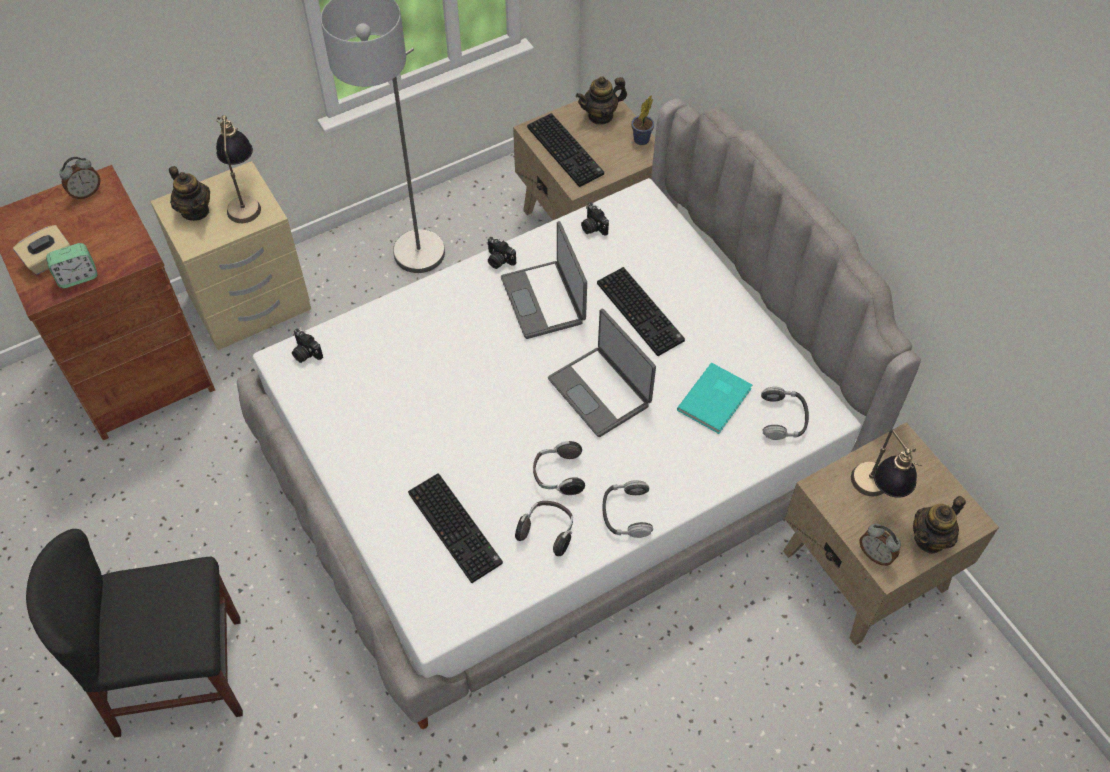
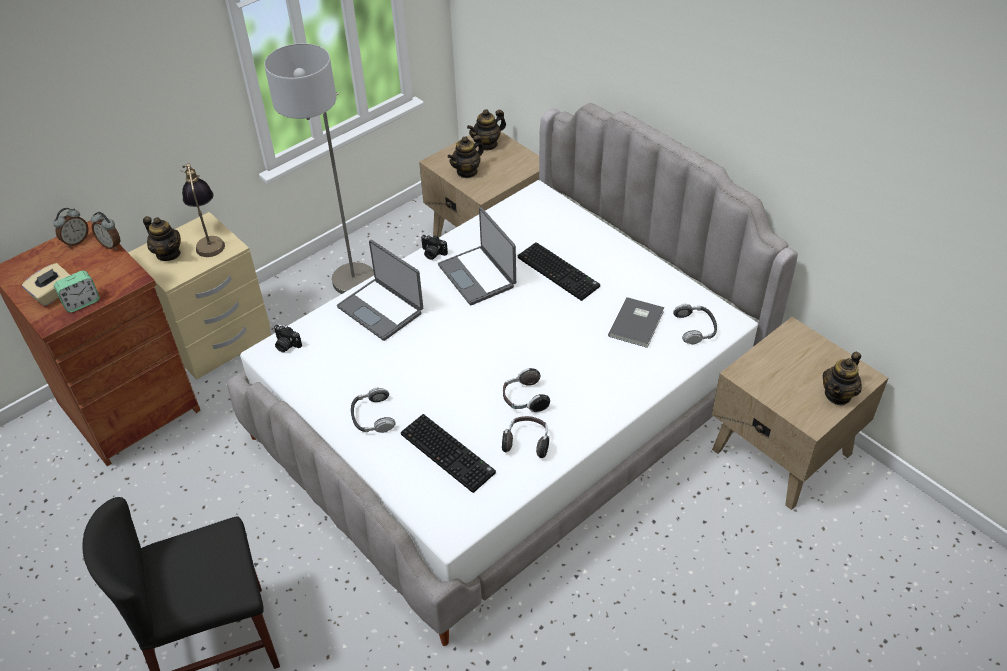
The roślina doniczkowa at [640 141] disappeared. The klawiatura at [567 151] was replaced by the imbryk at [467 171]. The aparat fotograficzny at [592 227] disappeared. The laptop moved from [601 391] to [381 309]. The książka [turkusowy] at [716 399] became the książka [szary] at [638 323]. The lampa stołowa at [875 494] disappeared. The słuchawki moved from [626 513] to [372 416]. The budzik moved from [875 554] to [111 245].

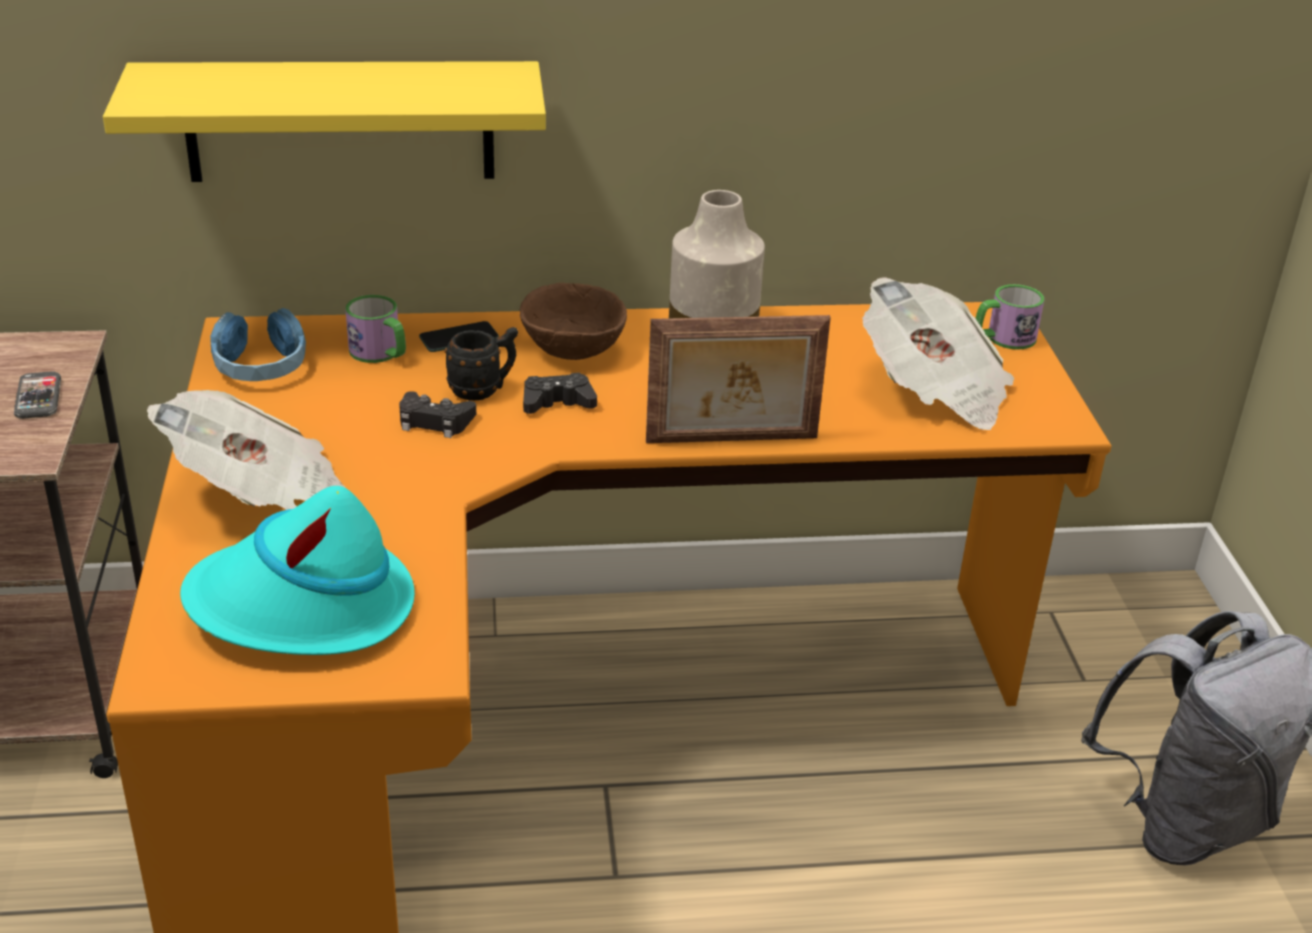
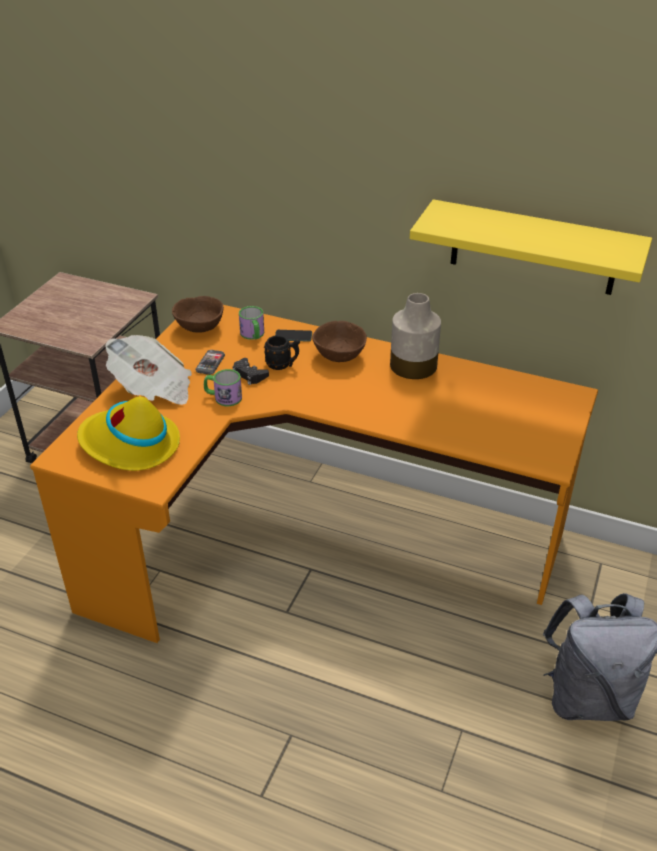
The półka [żółty] moved from [340 121] to [533 248]. The gazeta at [934 390] disappeared. The kubek moved from [1003 338] to [223 397]. The słuchawki [niebieski] at [260 366] was replaced by the miska [brązowy] at [199 328]. The ramka na zdjęcie at [732 441] disappeared. The telefon moved from [38 398] to [210 363]. The pad do gier [czarny] at [557 402] disappeared. The kapelusz [turkusowy] at [303 608] became the kapelusz [żółty] at [130 445].

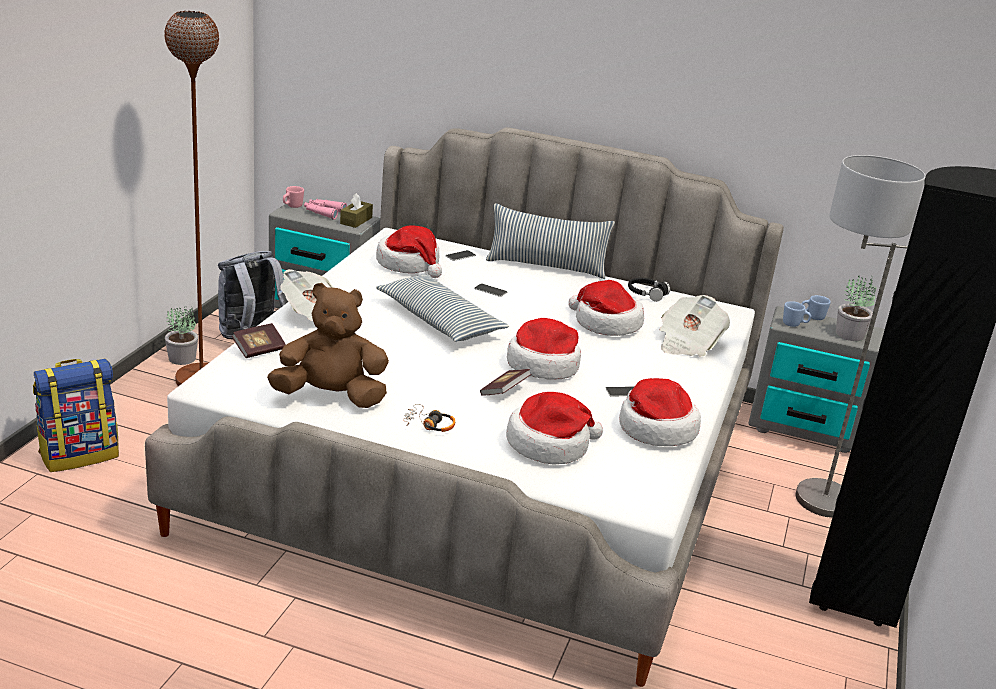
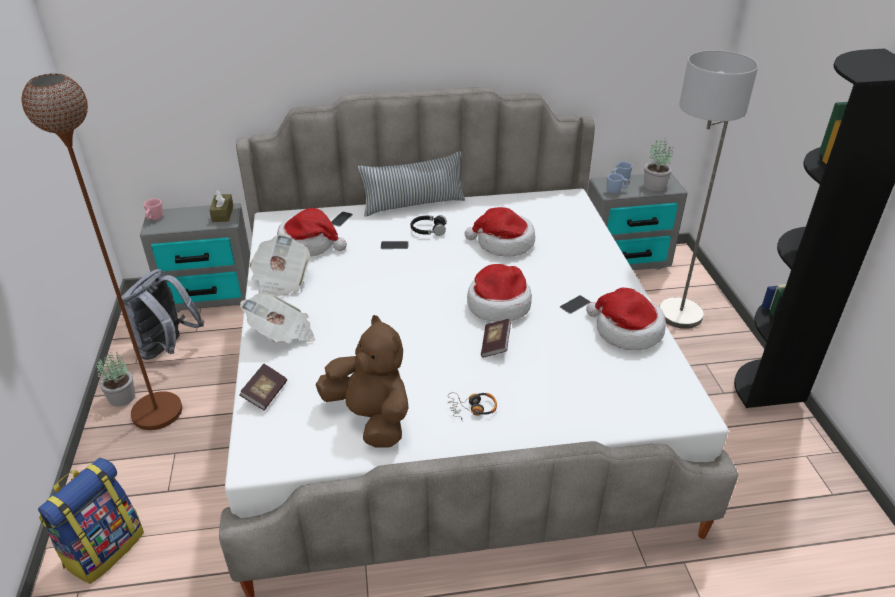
The lornetka [różowy] at [323 212] disappeared. The poduszka at [439 321] disappeared. The słuchawki [czarny] moved from [646 294] to [428 230]. The pluszak [brązowy] at [331 397] turned 75 degrees clockwise. The gazeta moved from [688 343] to [280 281]. The kapelusz at [549 444] disappeared.

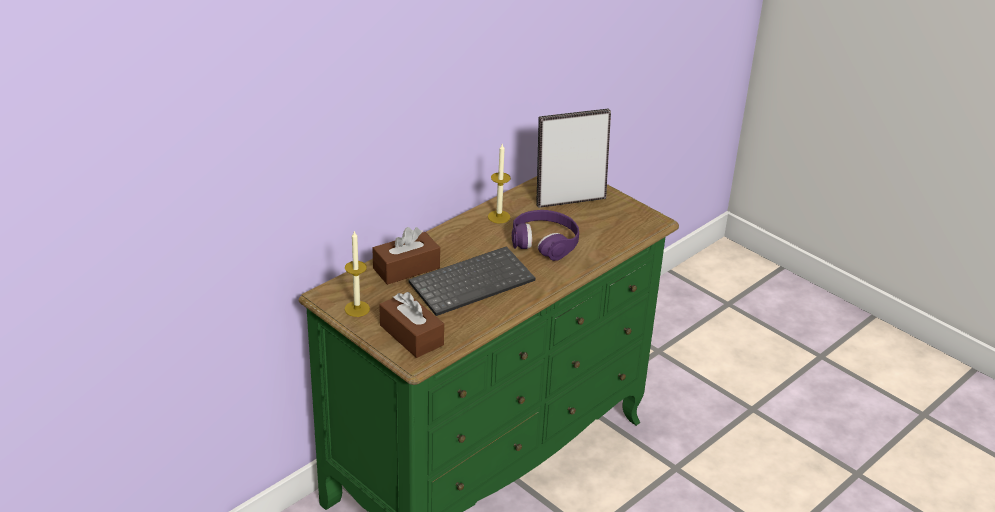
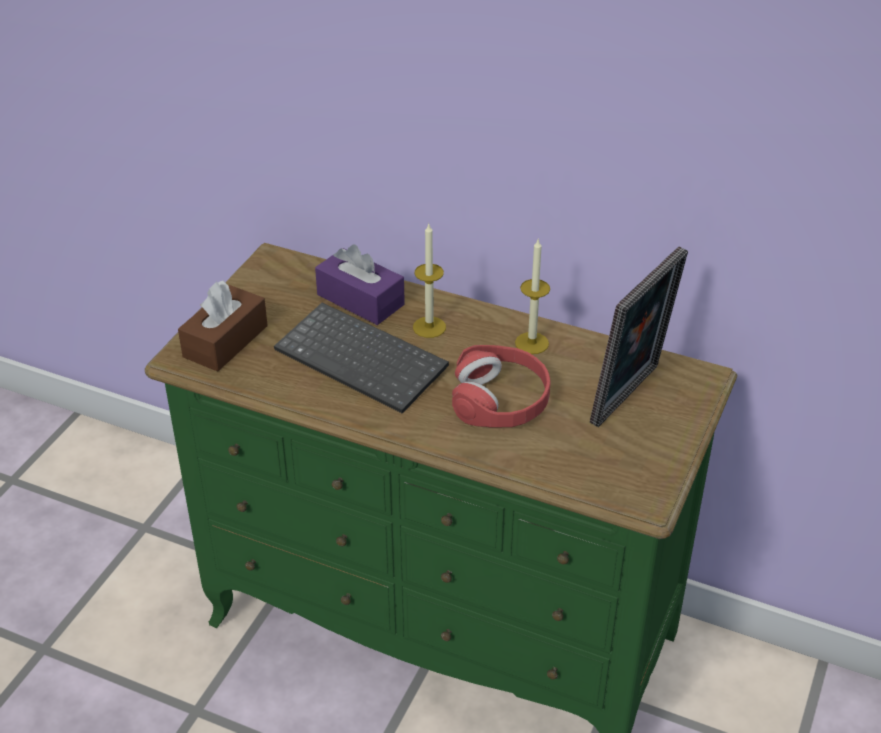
The ramka na zdjęcie at [569 199] turned 75 degrees clockwise. The słuchawki [fioletowy] at [544 242] became the słuchawki [czerwony] at [501 399]. The pudełko chusteczek [brązowy] at [406 268] became the pudełko chusteczek [fioletowy] at [360 300]. The świeca moved from [357 309] to [429 327].

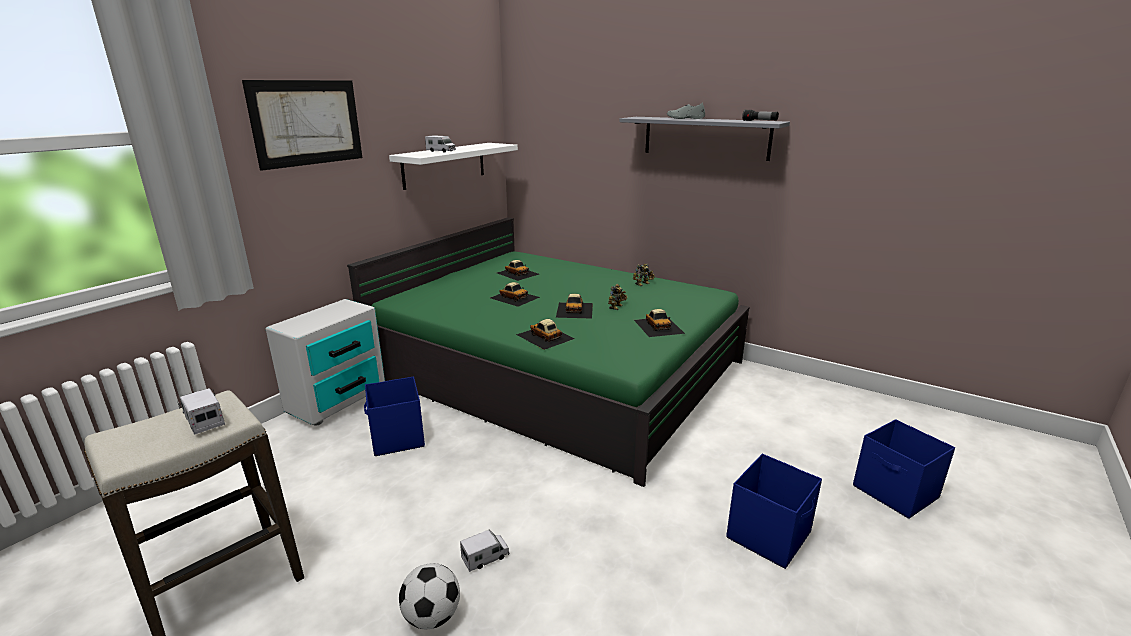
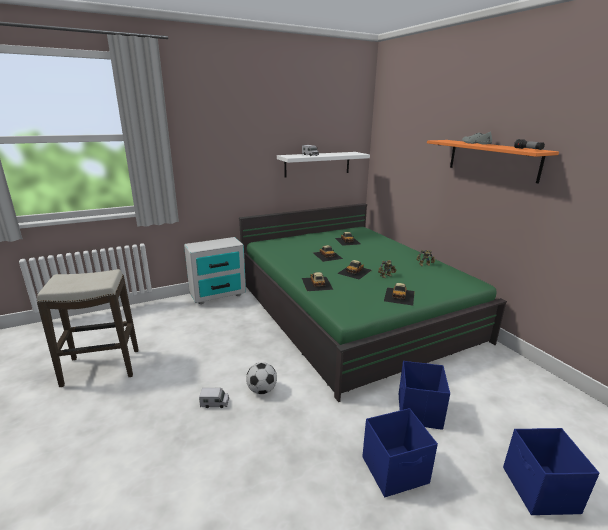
The obraz at [307 123] disappeared. The półka [szary] at [705 137] became the półka [pomarańczowy] at [492 159]. The pojemnik do przechowywania [niebieski] moved from [397 438] to [419 412]. The ciężarówka zabawkowa at [204 420] disappeared. The piłka futbolowa moved from [432 617] to [262 390].

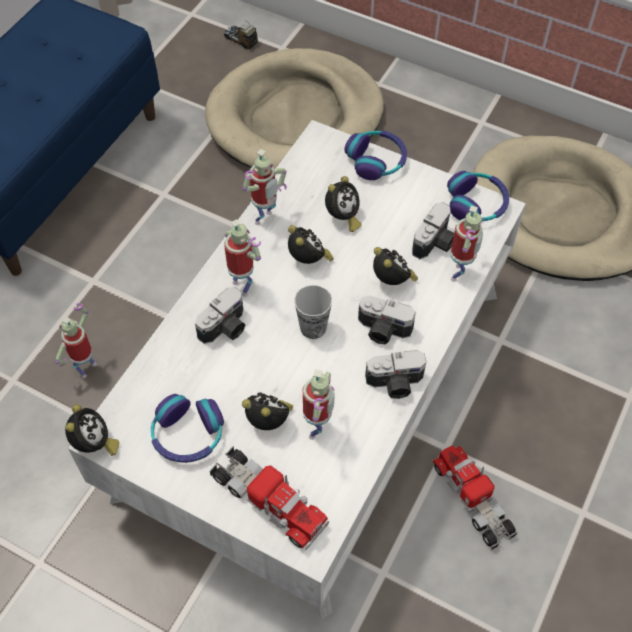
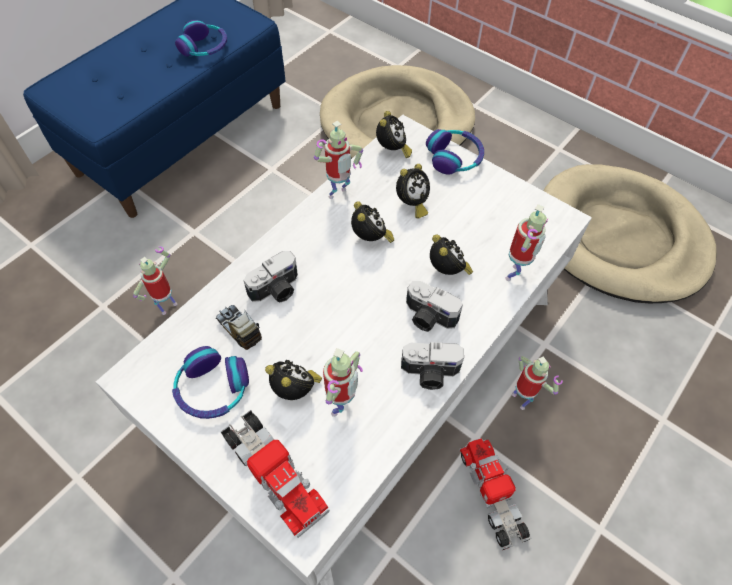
The ciężarówka zabawkowa moved from [241 40] to [239 330]. The słuchawki moved from [476 203] to [204 47]. The aparat fotograficzny at [435 243] disappeared. The robot zabawkowy moved from [243 287] to [521 400]. The filiżanka at [313 327] disappeared. The budzik moved from [94 444] to [392 150].

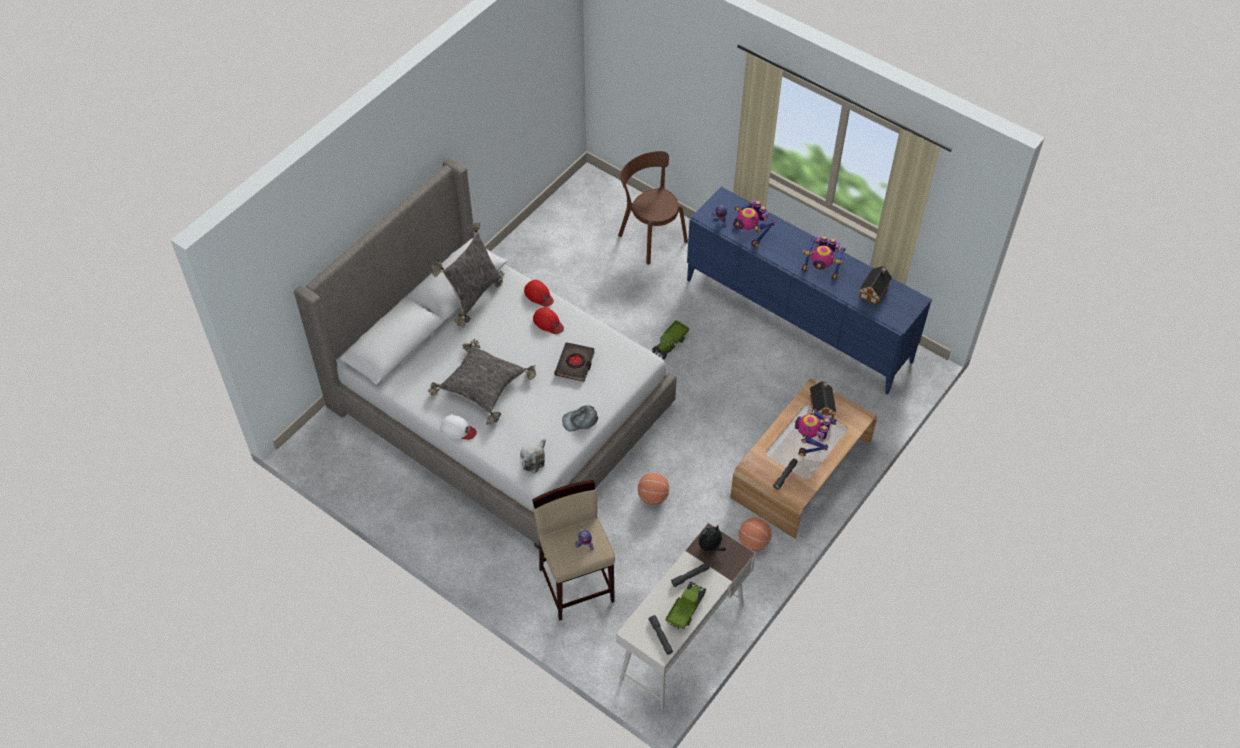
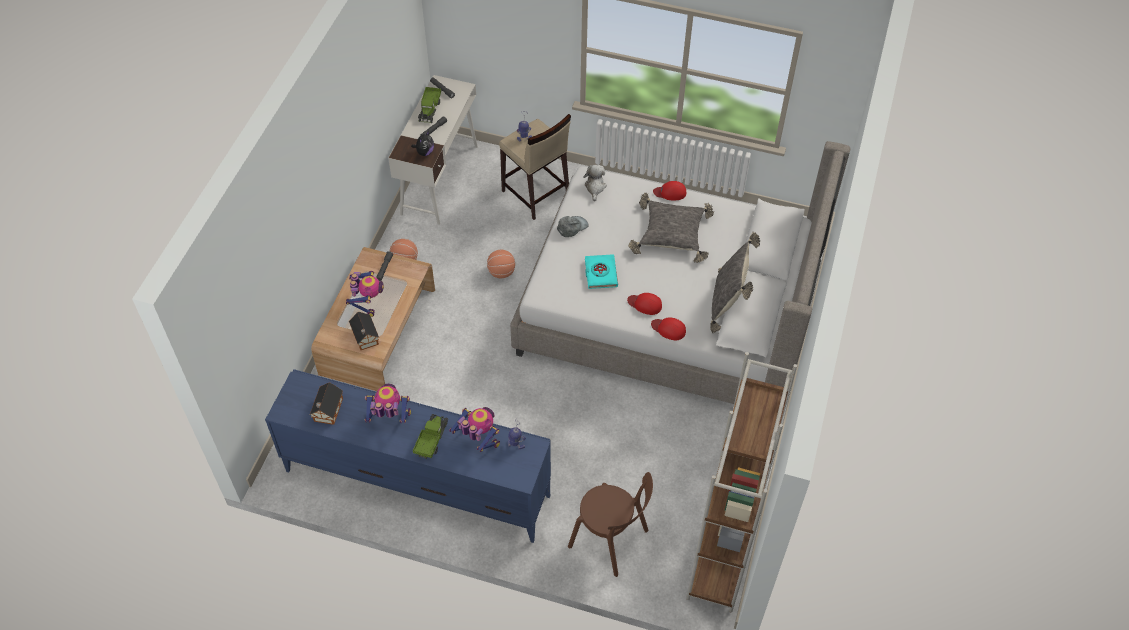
The ciężarówka zabawkowa moved from [670 344] to [431 440]. The książka [czarny] at [575 364] became the książka [turkusowy] at [600 273]. The czapka z daszkiem [biały] at [458 429] became the czapka z daszkiem [czerwony] at [670 192]. The regał [brązowy] at [723 547] appeared.

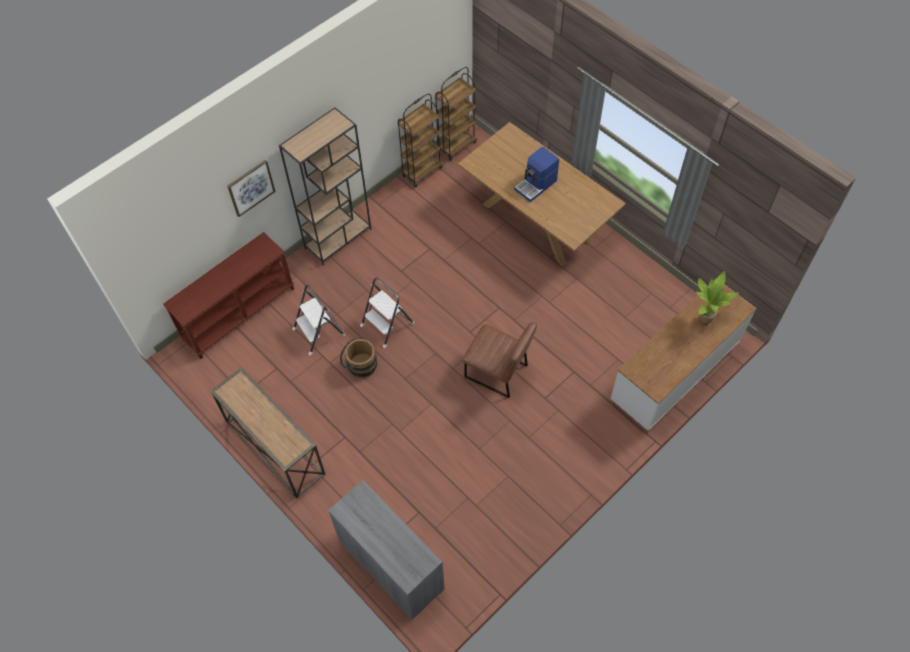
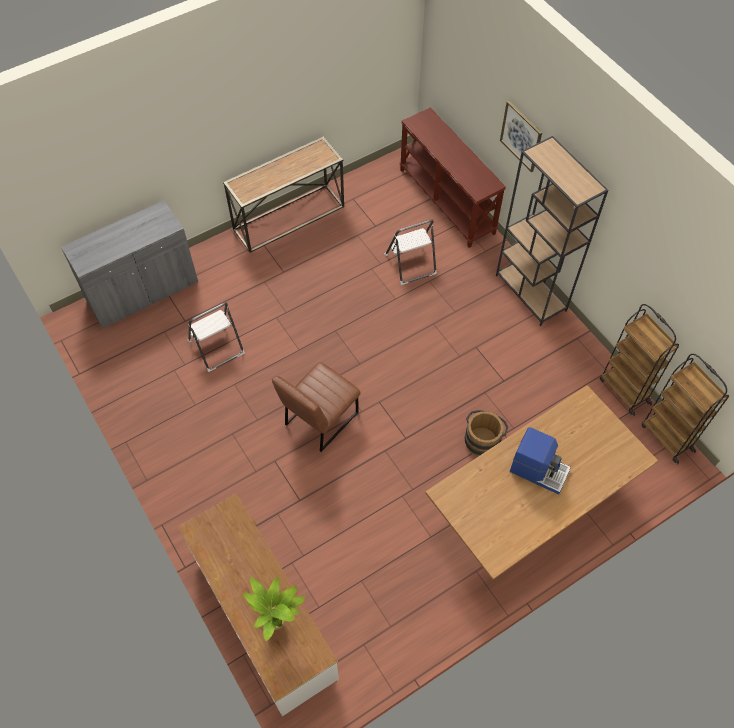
The ekspres do kawy at [536 185] turned 150 degrees clockwise. The drabinka [biały] moved from [389 323] to [217 348]. The wiadro [brązowy] moved from [359 365] to [482 439].

